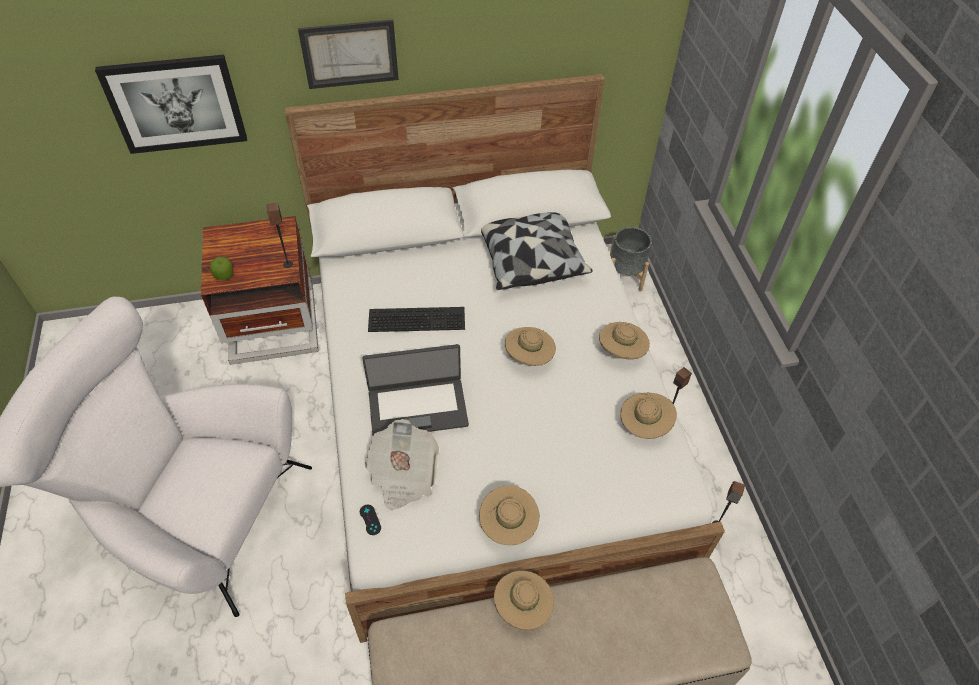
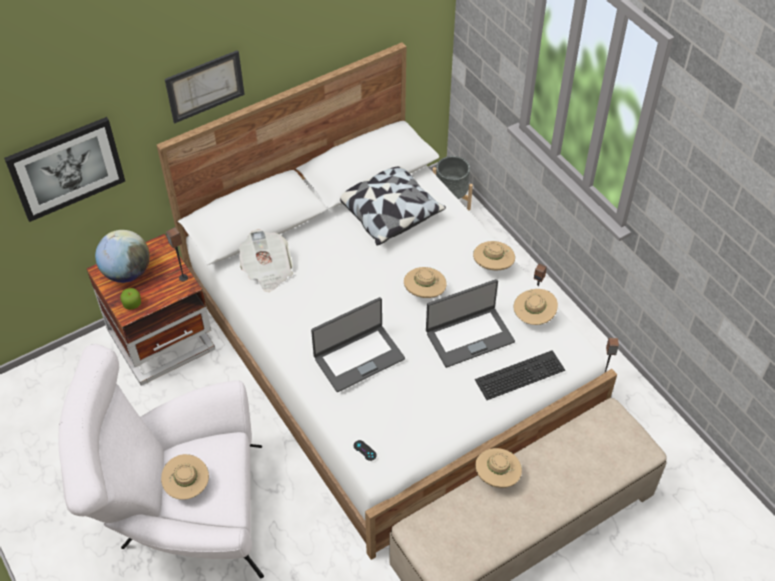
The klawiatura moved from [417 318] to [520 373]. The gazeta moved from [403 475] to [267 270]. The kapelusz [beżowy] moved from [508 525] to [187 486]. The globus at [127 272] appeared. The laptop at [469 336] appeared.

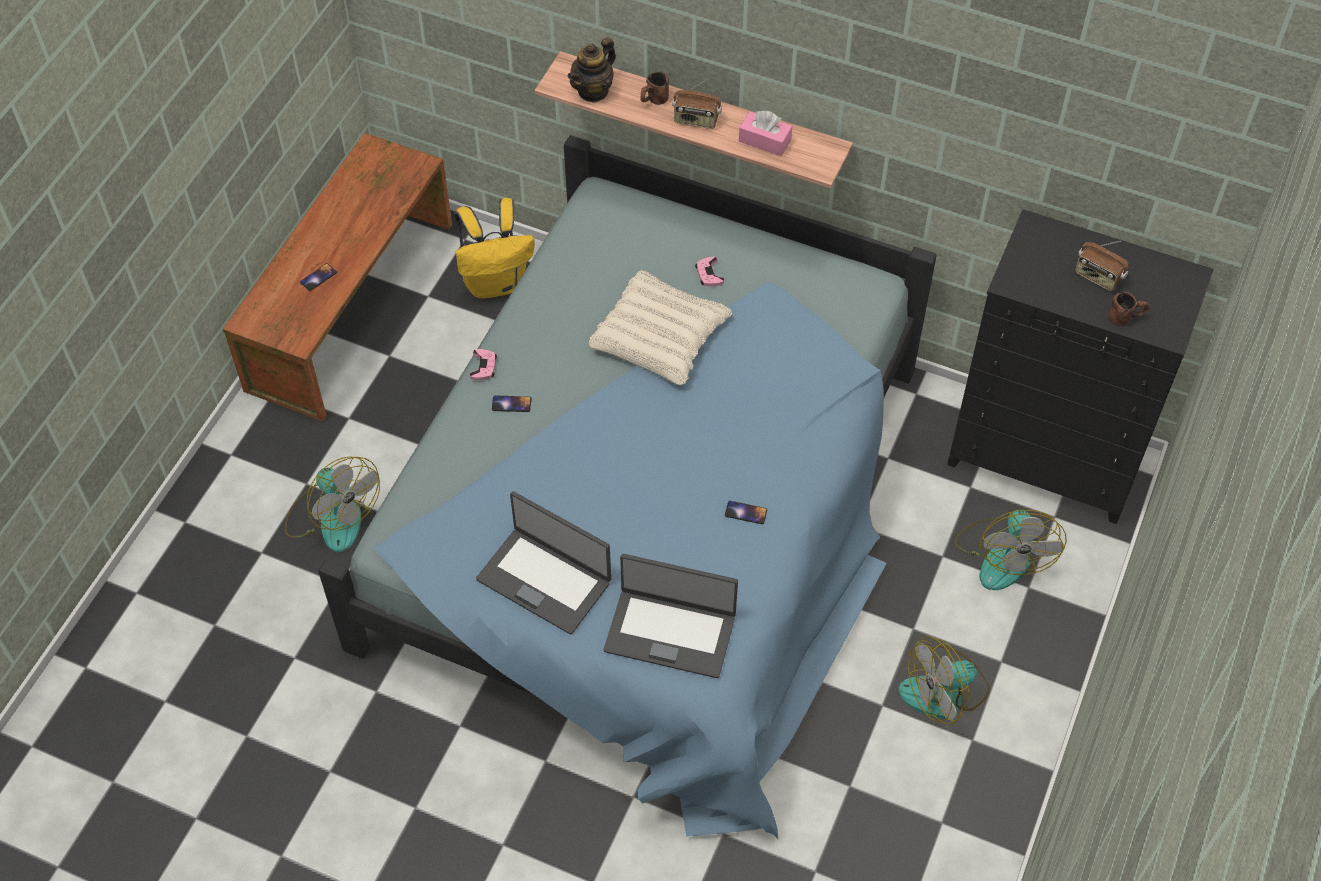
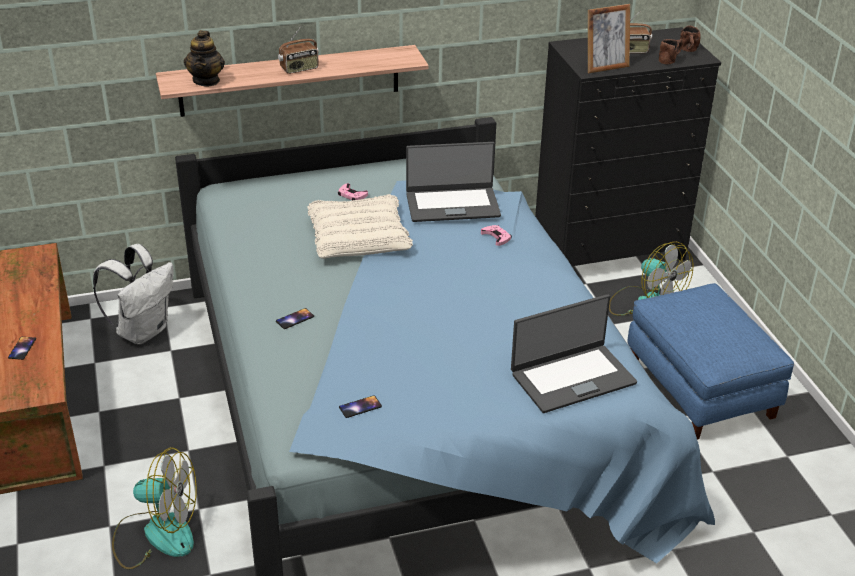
The kubek [brązowy] moved from [653 101] to [689 51]. The pudełko chusteczek [różowy] at [764 141] disappeared. The plecak [żółty] at [496 282] became the plecak [biały] at [143 331]. The pad do gier [różowy] moved from [483 367] to [496 237]. The laptop moved from [544 579] to [452 204]. The telefon moved from [745 512] to [360 407]. The wentylator at [944 692] was replaced by the pufa [niebieski] at [701 389]. The ramka na zdjęcie at [605 67] appeared.

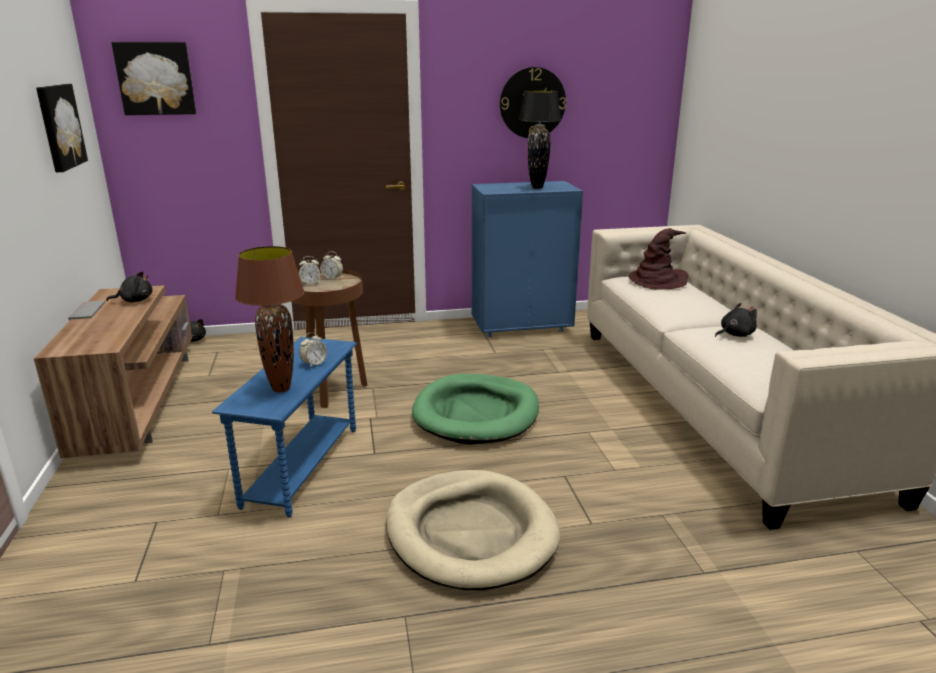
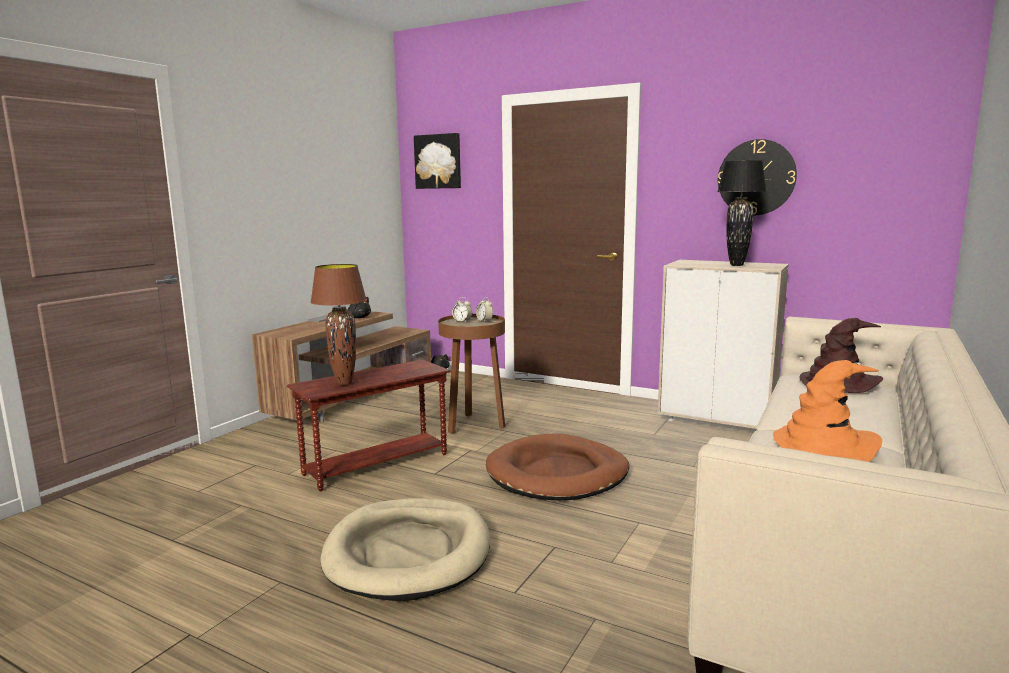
The obraz at [59 126] disappeared. The szafka [niebieski] at [522 326] became the szafka [beżowy] at [718 421]. The pluszak [czarny] at [734 334] was replaced by the kapelusz [pomarańczowy] at [825 446]. The budzik at [314 364] disappeared. The stolik [niebieski] at [301 467] became the stolik [brązowy] at [376 464]. The legowisko [zielony] at [476 413] became the legowisko [brązowy] at [557 473].

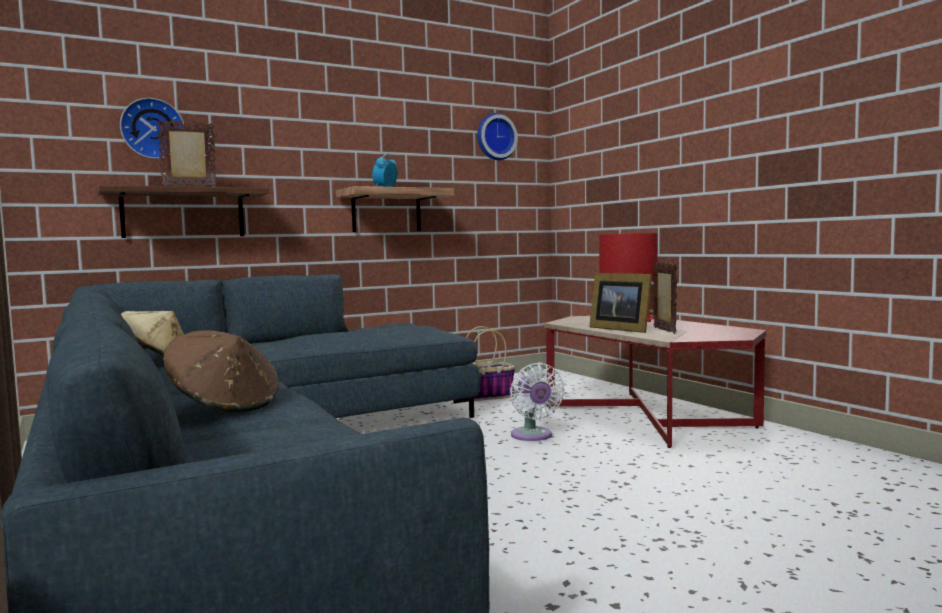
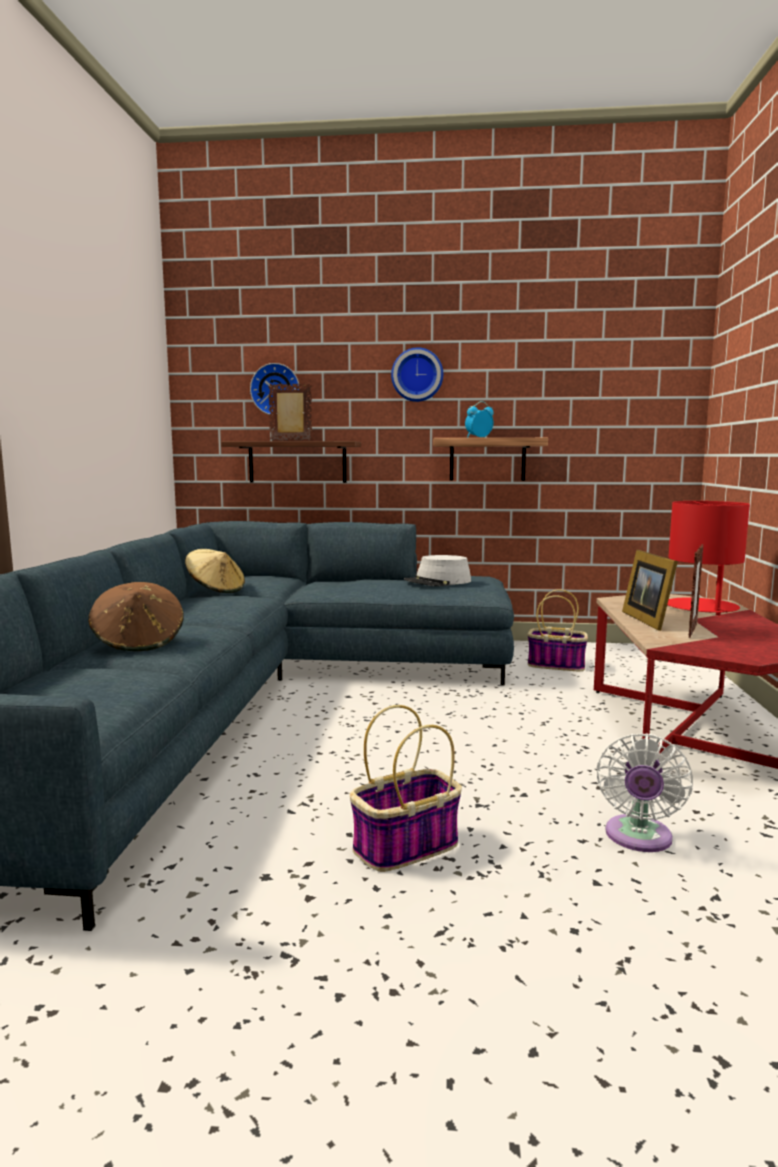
The zegar ścienny moved from [495 137] to [417 375]. The wentylator [biały] moved from [533 436] to [638 838]. The kapelusz [szary] at [438 582] appeared. The koszyk at [405 847] appeared.

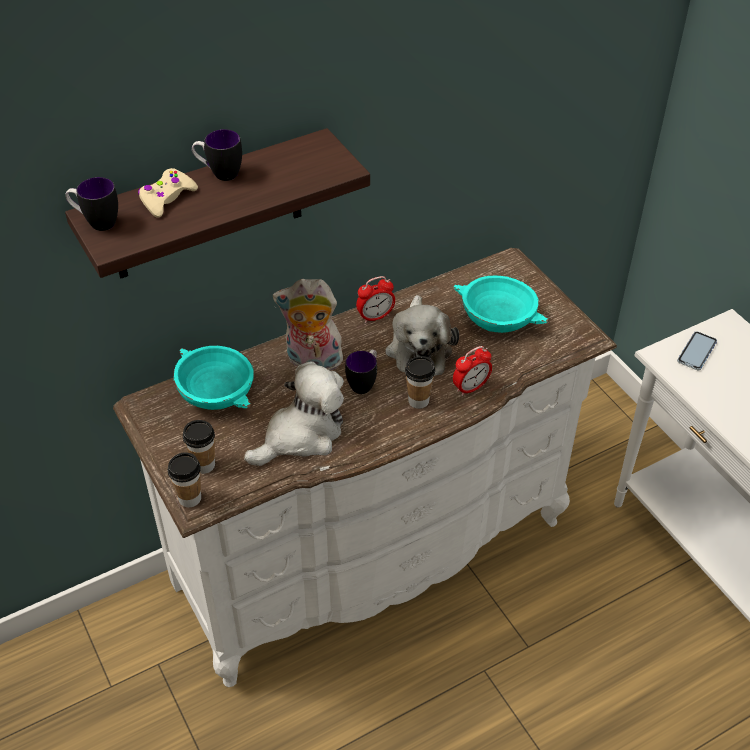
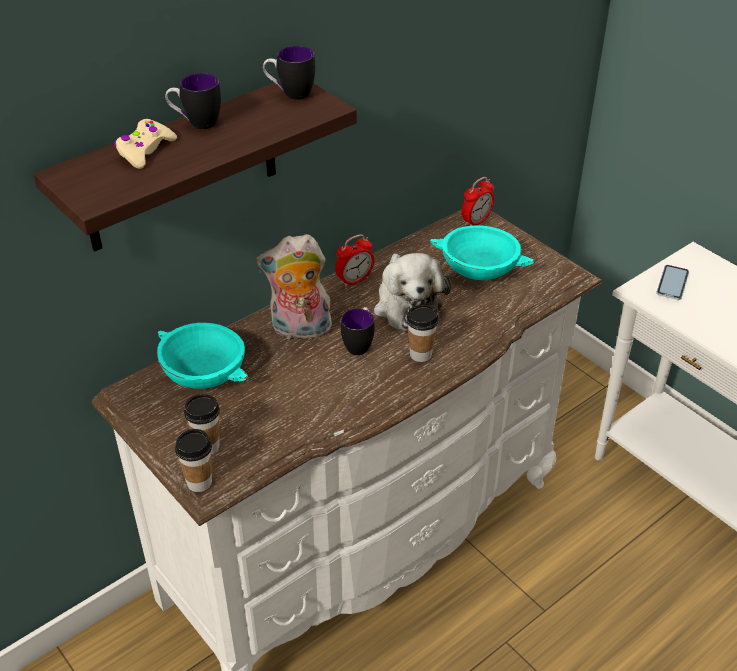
The kubek moved from [96 222] to [290 94]. The budzik moved from [470 388] to [476 222]. The pluszak at [301 435] disappeared.

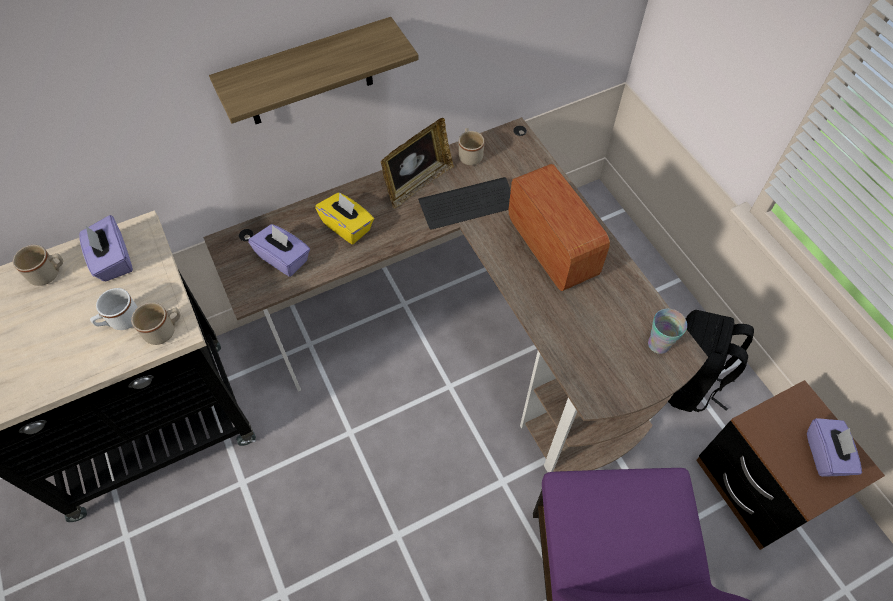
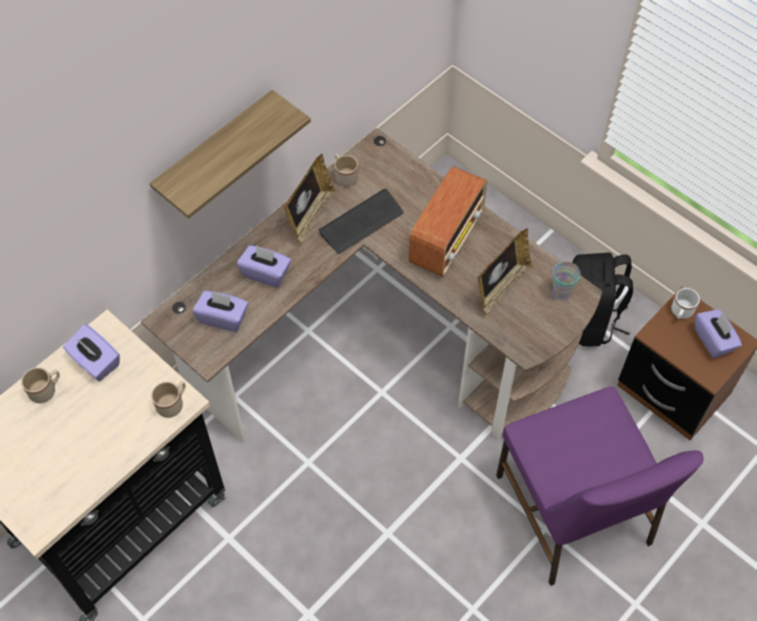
The radio at [551 247] turned 75 degrees clockwise. The pudełko chusteczek [żółty] at [347 227] became the pudełko chusteczek [fioletowy] at [266 273]. The kubek [biały] moved from [120 321] to [680 313]. The ramka na zdjęcie at [501 287] appeared.

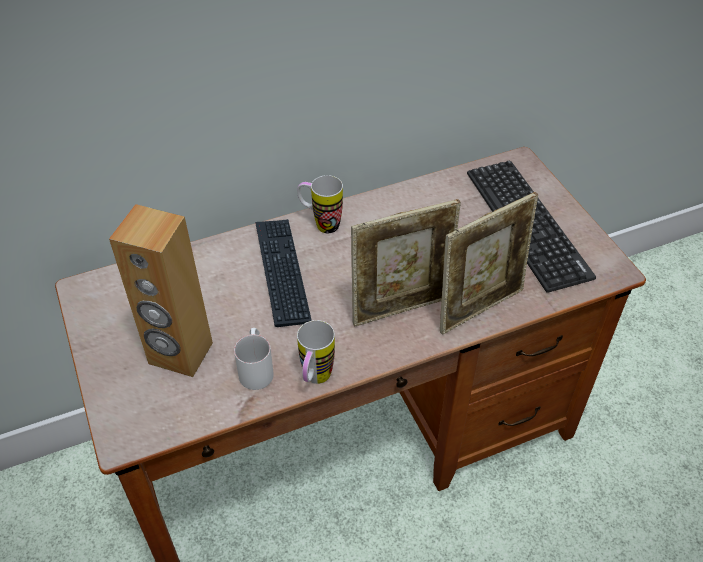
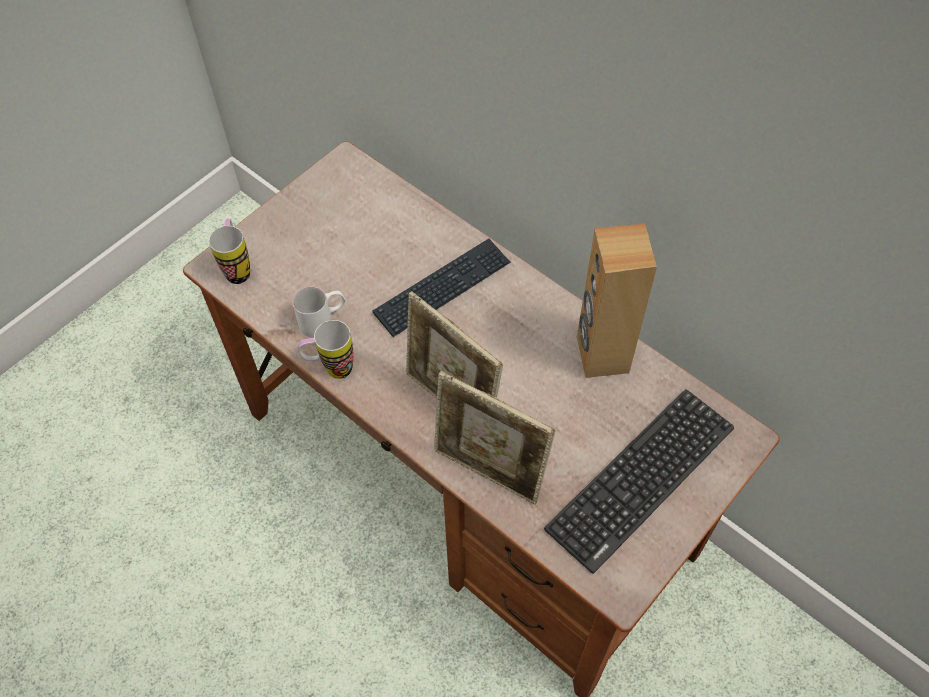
The kubek moved from [320 224] to [238 268]. The głośnik [brązowy] moved from [180 354] to [601 354].

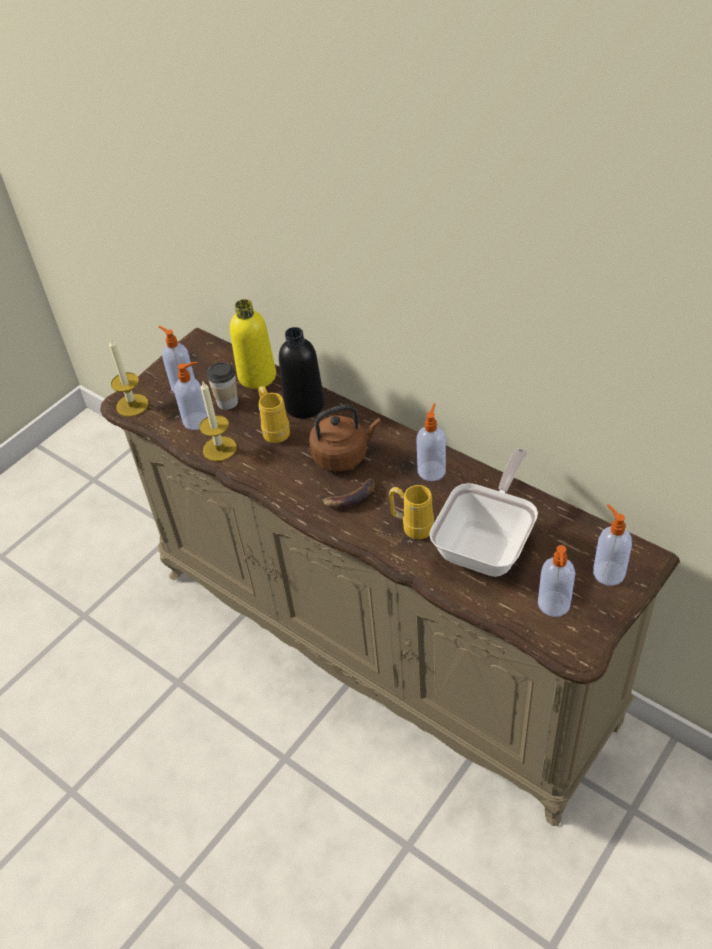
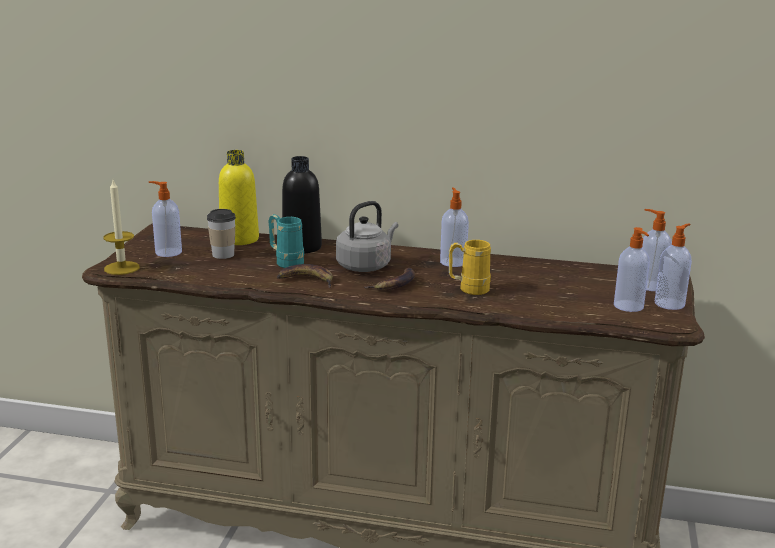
The dozownik mydła moved from [197 420] to [670 303]. The świeca at [219 449] disappeared. The kubek [żółty] at [274 430] became the kubek [turkusowy] at [286 262]. The czajnik [brązowy] at [343 456] became the czajnik [szary] at [366 266]. The patelnia at [488 544] disappeared. The banan at [306 280] appeared.

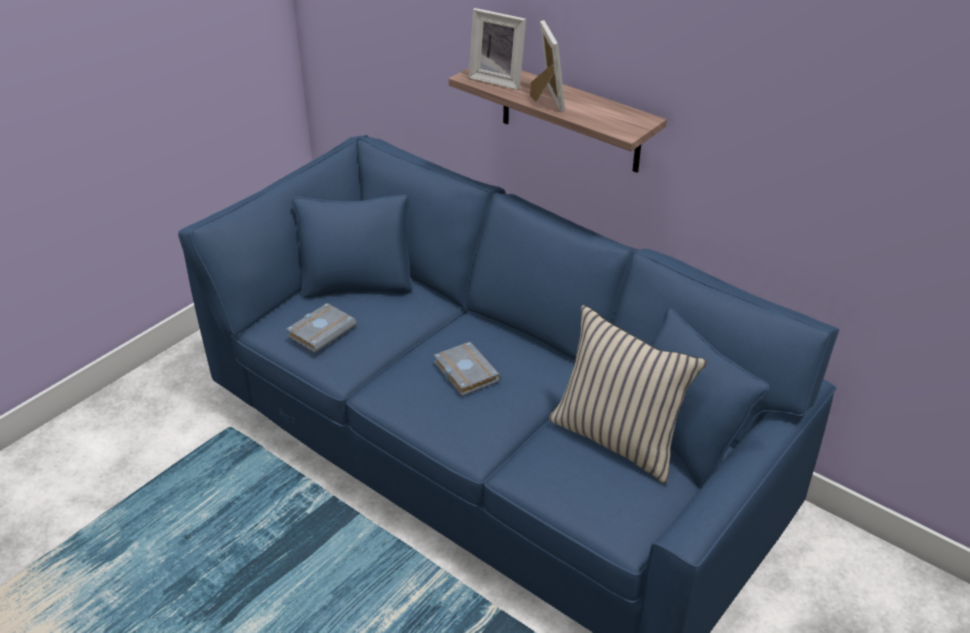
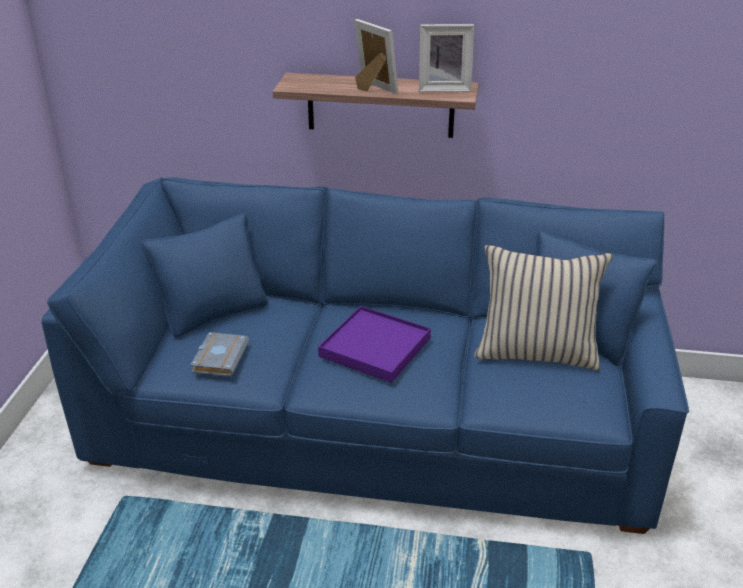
The ramka na zdjęcie moved from [499 79] to [444 88]. The książka [szary] at [464 372] was replaced by the taca [fioletowy] at [374 347].

